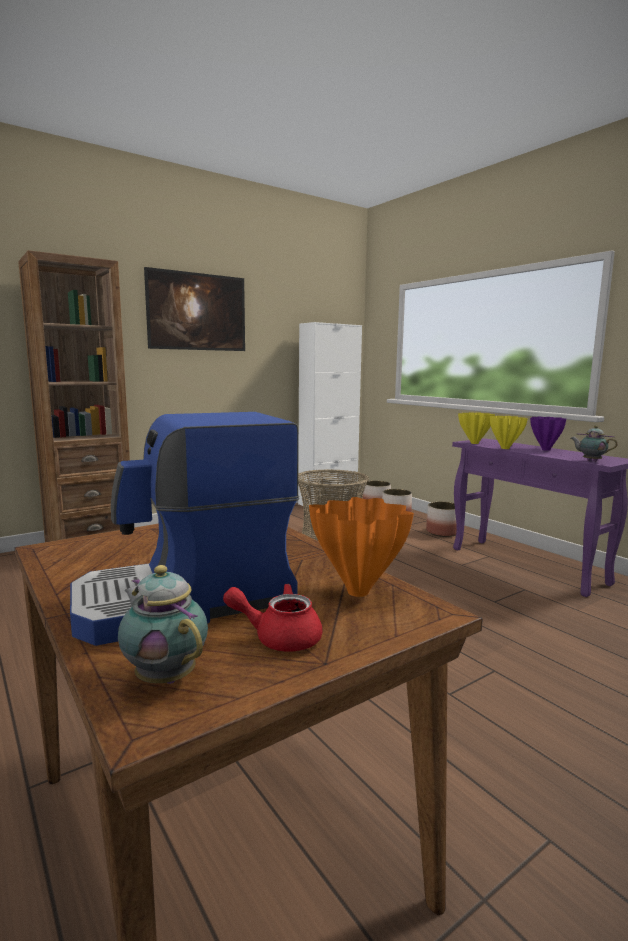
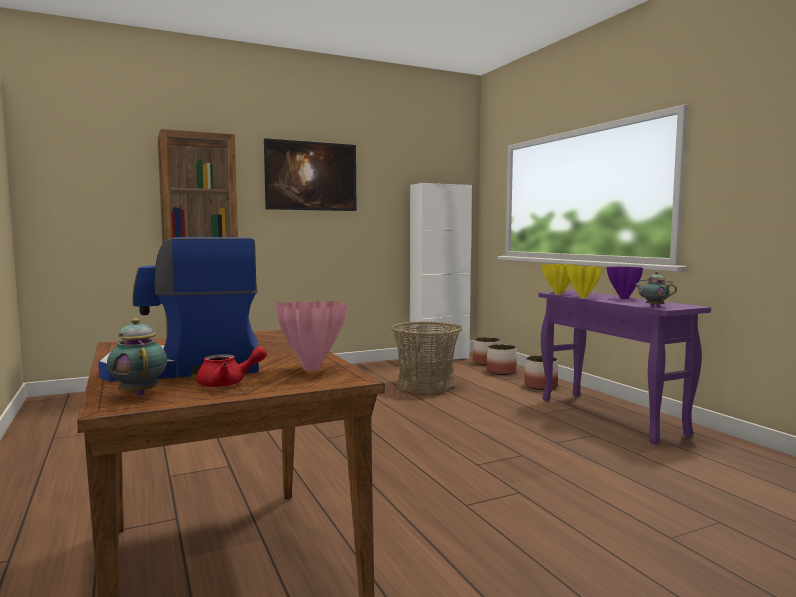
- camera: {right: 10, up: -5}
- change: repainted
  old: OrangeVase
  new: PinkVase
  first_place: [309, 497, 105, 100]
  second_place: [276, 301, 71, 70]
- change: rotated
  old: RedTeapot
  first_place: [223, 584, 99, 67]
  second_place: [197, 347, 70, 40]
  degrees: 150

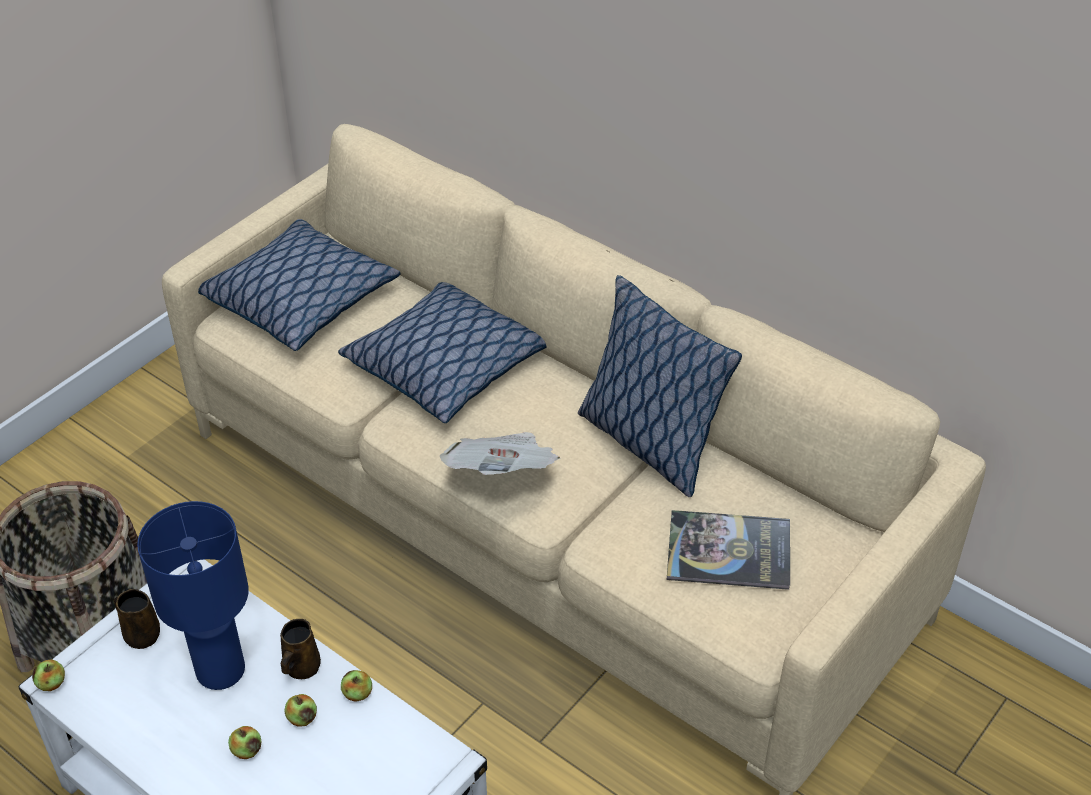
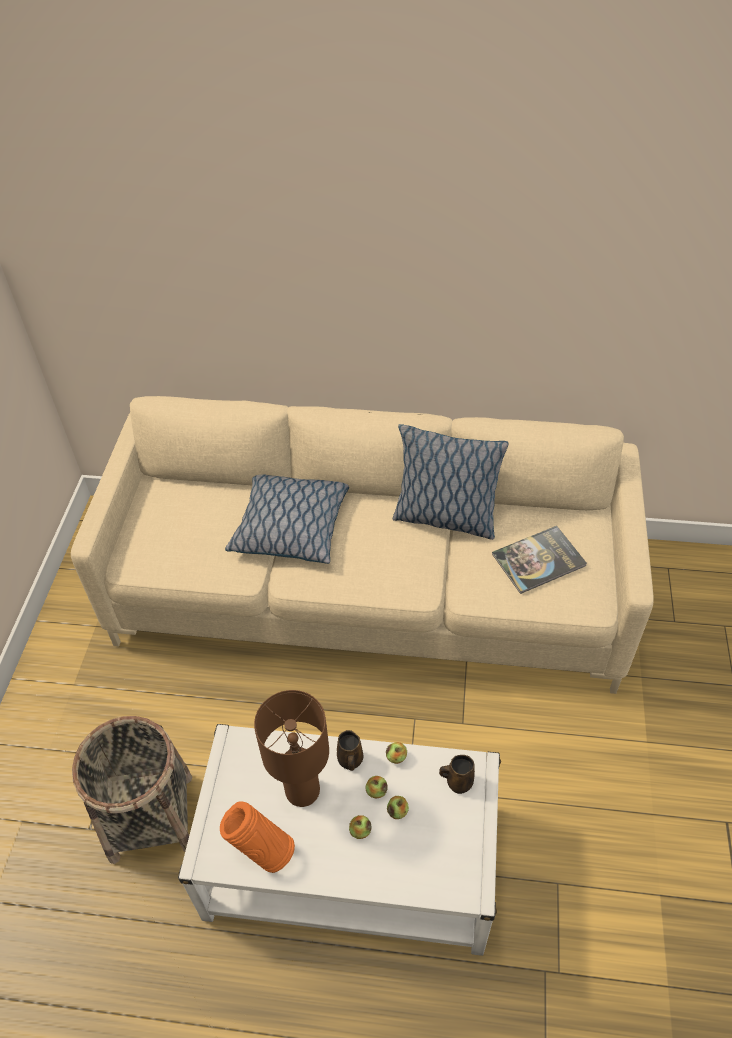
- camera: {right: -30, up: 5}
- change: gone
  old: Pillow
  first_place: [198, 219, 203, 132]
- change: gone
  old: Newspaper
  first_place: [440, 432, 120, 43]
- change: new
  new: OrangeVase
  second_place: [220, 801, 75, 72]
- change: shifted
  old: Apple
  first_place: [32, 659, 33, 32]
  second_place: [387, 796, 22, 23]
- change: shifted
  old: BrownMug
  first_place: [114, 589, 46, 60]
  second_place: [439, 755, 36, 39]
- change: repainted
  old: BlueTableLamp
  new: BrownTableLamp
  first_place: [137, 501, 112, 189]
  second_place: [254, 690, 75, 117]

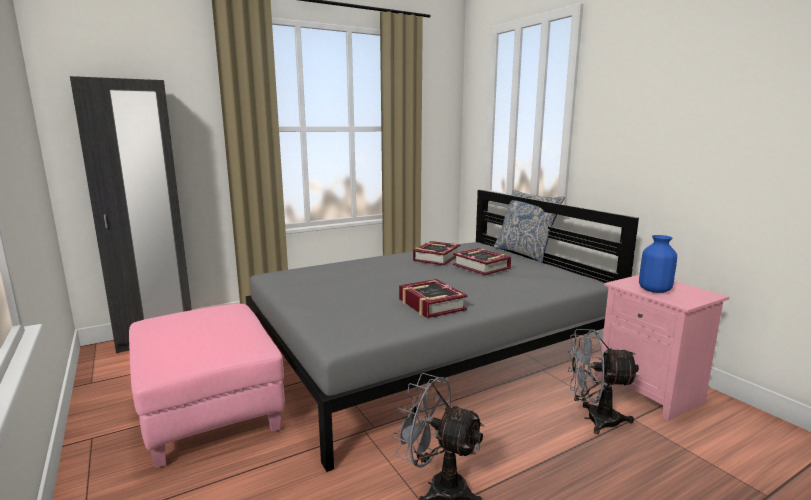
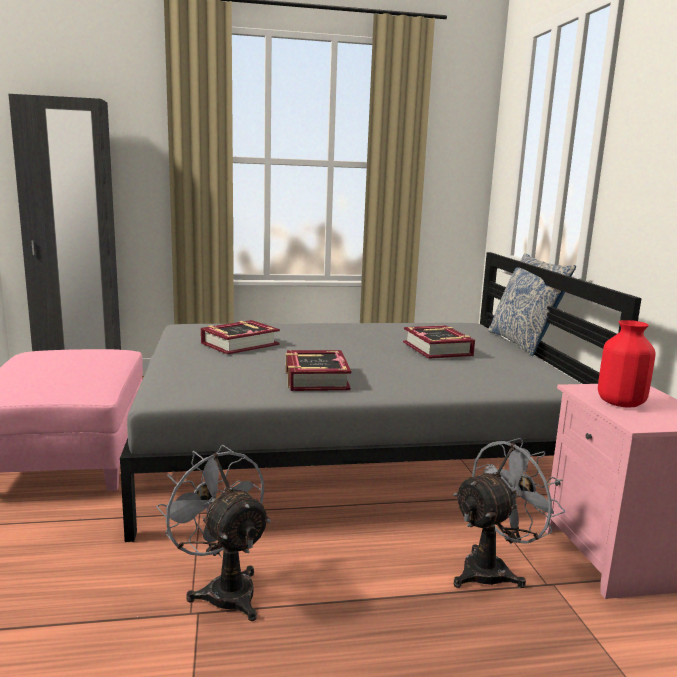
- camera: {right: 20, up: 0}
- change: shifted
  old: Book
  first_place: [413, 241, 47, 24]
  second_place: [201, 320, 79, 35]
- change: repainted
  old: BlueVase
  new: RedVase
  first_place: [639, 235, 38, 58]
  second_place: [598, 320, 58, 88]
- change: rotated
  old: GreyFan
  first_place: [568, 329, 71, 105]
  second_place: [453, 438, 112, 150]
  degrees: 120

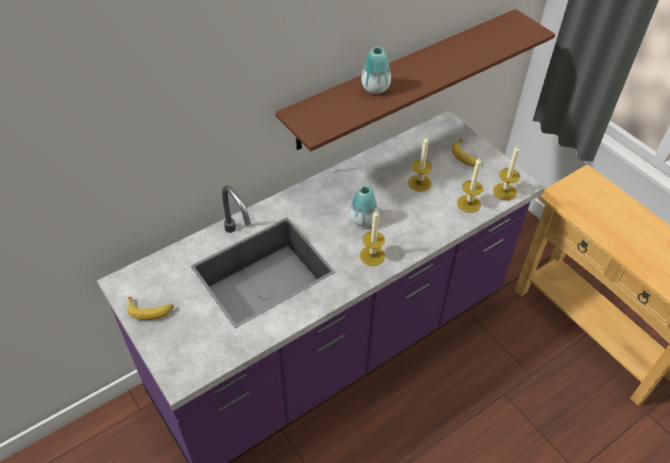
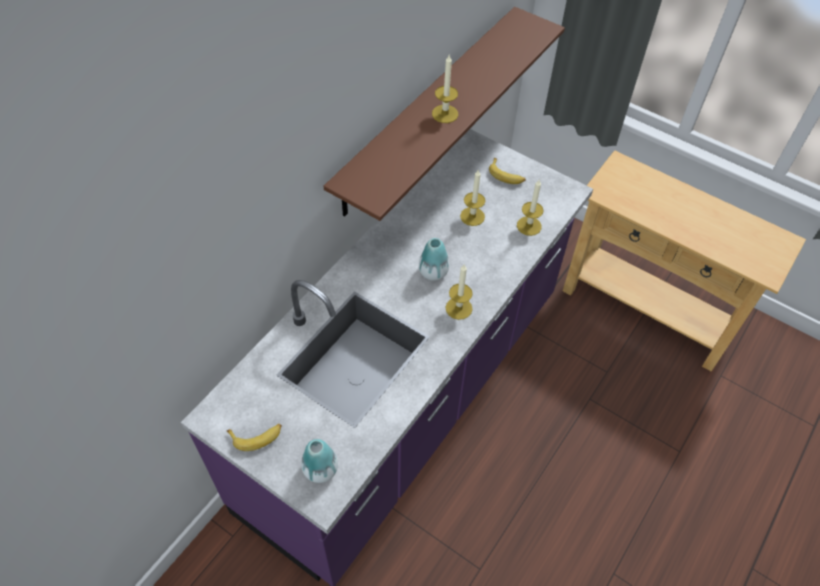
- camera: {right: -20, up: 5}
- change: shifted
  old: Vase
  first_place: [361, 47, 30, 47]
  second_place: [301, 439, 37, 44]
- change: shifted
  old: Candle
  first_place: [493, 146, 27, 54]
  second_place: [432, 55, 26, 68]

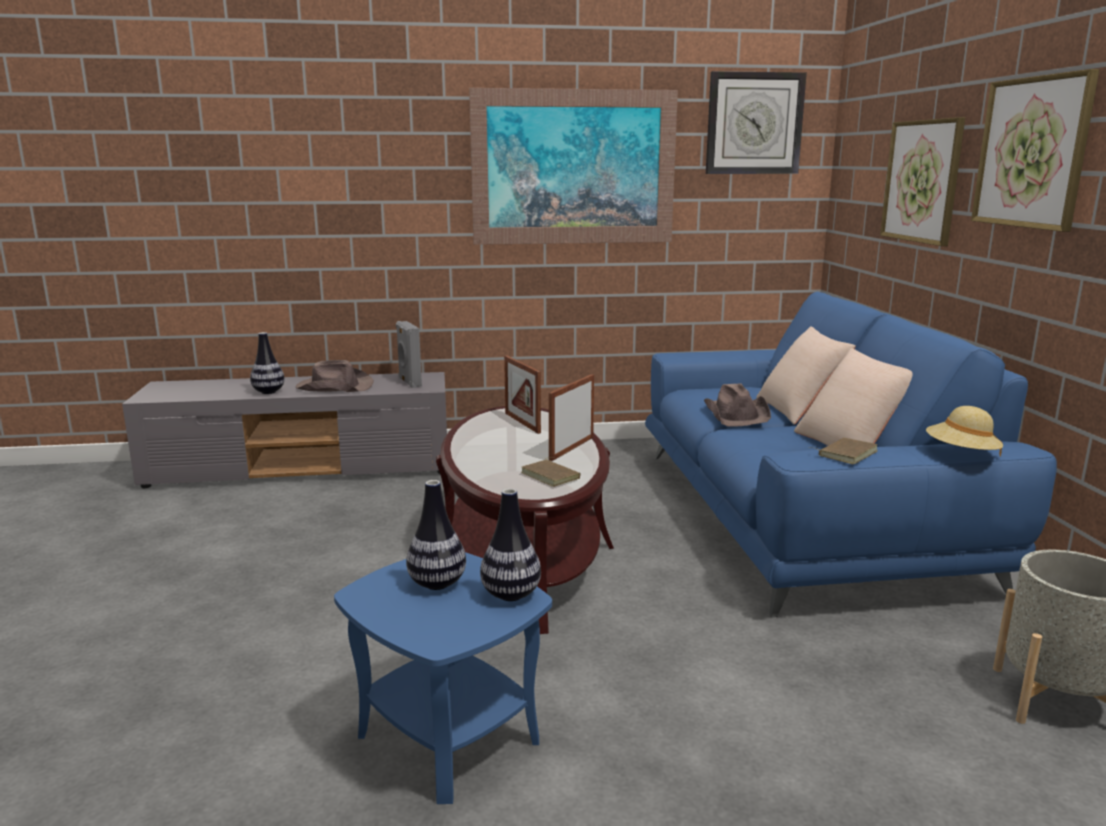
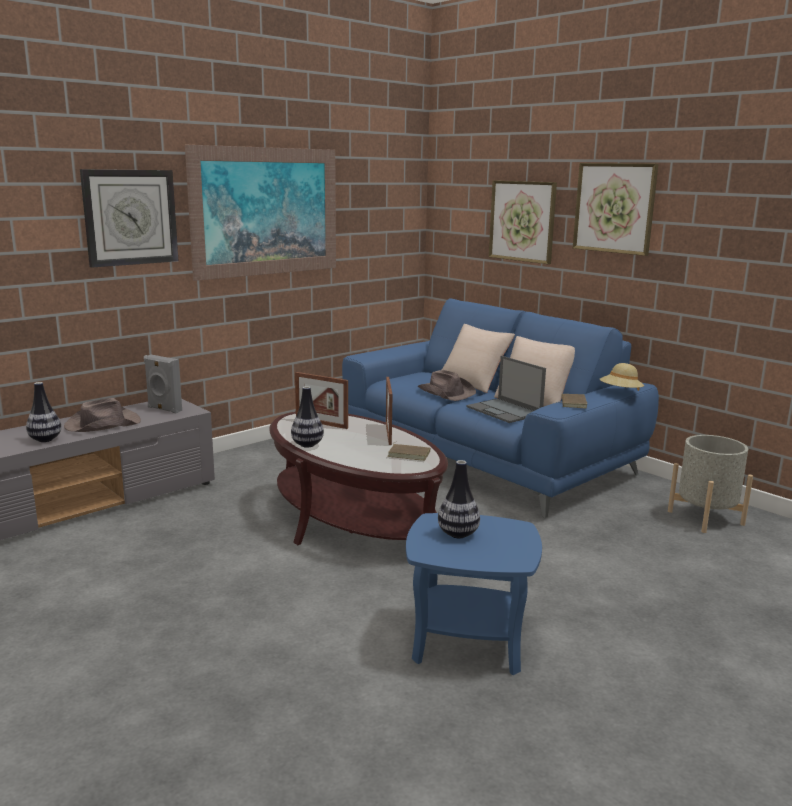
- camera: {right: -35, up: 0}
- change: new
  new: Laptop
  second_place: [467, 356, 79, 67]
- change: shifted
  old: Vase
  first_place: [480, 488, 61, 113]
  second_place: [291, 386, 33, 62]
- change: shifted
  old: WallClock
  first_place: [706, 71, 101, 103]
  second_place: [80, 169, 98, 99]

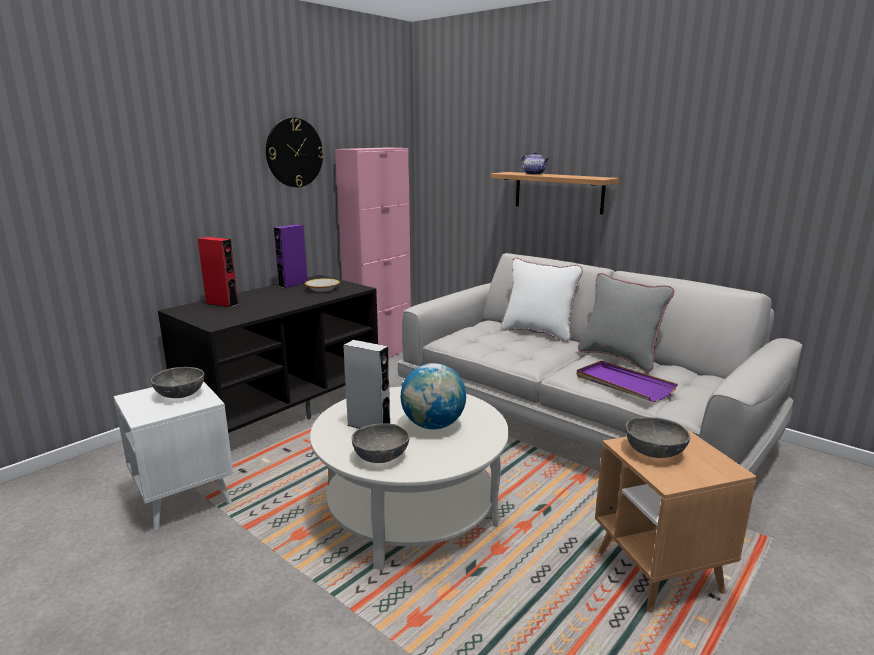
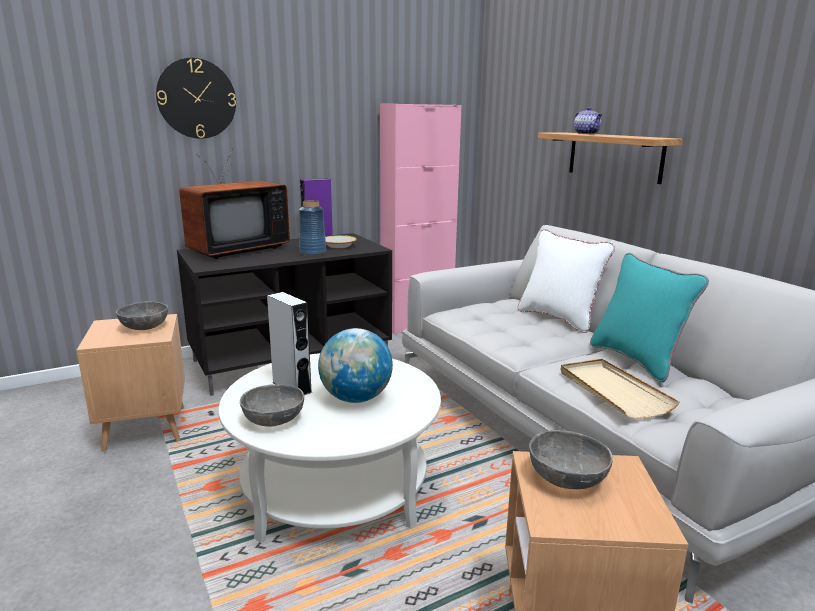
- camera: {right: 20, up: 0}
- change: new
  new: BlueVase
  second_place: [299, 200, 27, 56]
- change: shifted
  old: WallClock
  first_place: [266, 118, 58, 69]
  second_place: [156, 58, 80, 81]
- change: swapped
  old: RedSpeaker
  new: Television
  first_place: [198, 237, 40, 71]
  second_place: [179, 149, 111, 110]
- change: repainted
  old: WhiteSideTable
  new: BrownSideTable
  first_place: [114, 381, 119, 150]
  second_place: [77, 314, 108, 139]
- change: repainted
  old: PurpleTray
  new: BeigeTray
  first_place: [576, 360, 102, 42]
  second_place: [561, 359, 119, 60]
- change: repainted
  old: GreyPillow
  new: TurquoisePillow
  first_place: [578, 273, 96, 99]
  second_place: [590, 253, 119, 129]

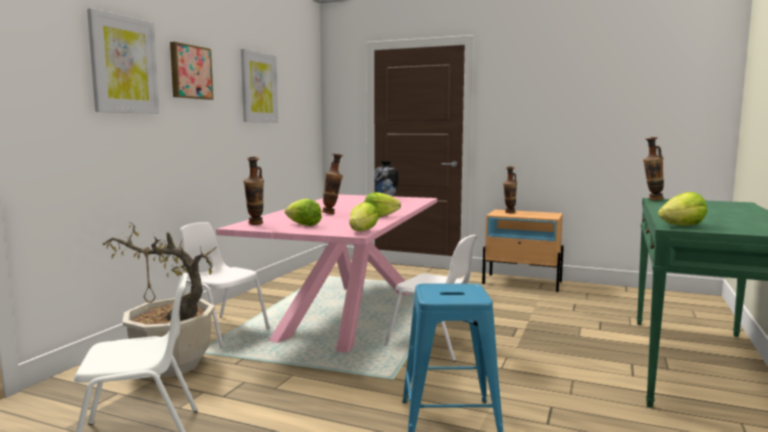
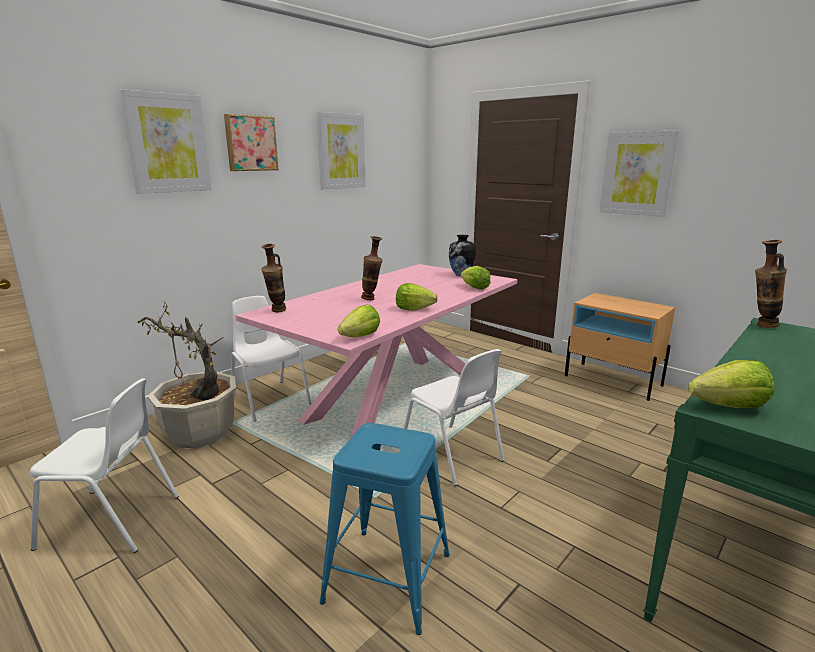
- camera: {right: 20, up: 10}
- change: gone
  old: Vase
  first_place: [503, 166, 14, 48]
- change: new
  new: Picture
  second_place: [600, 130, 79, 87]
- change: shifted
  old: Lettuce
  first_place: [285, 199, 37, 27]
  second_place: [461, 266, 29, 24]

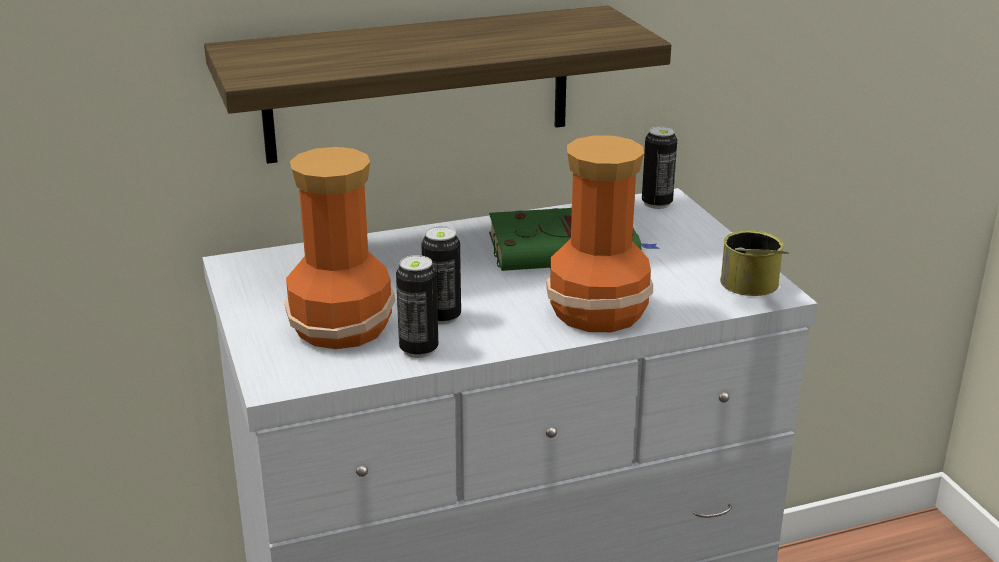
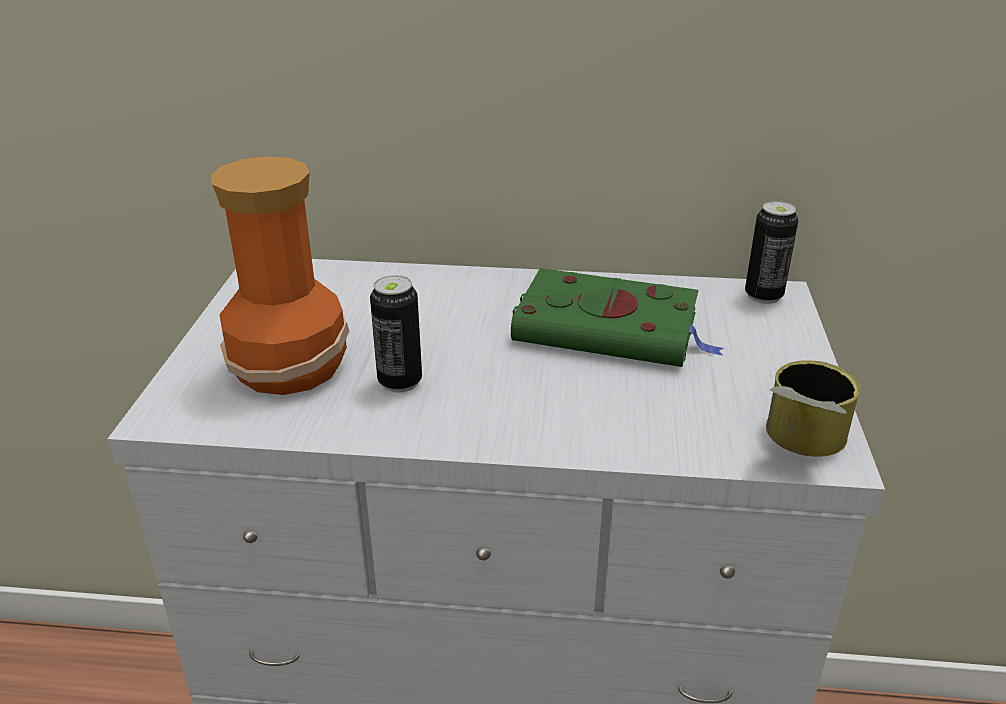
- camera: {right: 25, up: 5}
- change: gone
  old: Shelf
  first_place: [204, 5, 467, 159]
- change: gone
  old: Can
  first_place: [396, 255, 42, 103]
- change: gone
  old: Vase
  first_place: [546, 135, 107, 197]

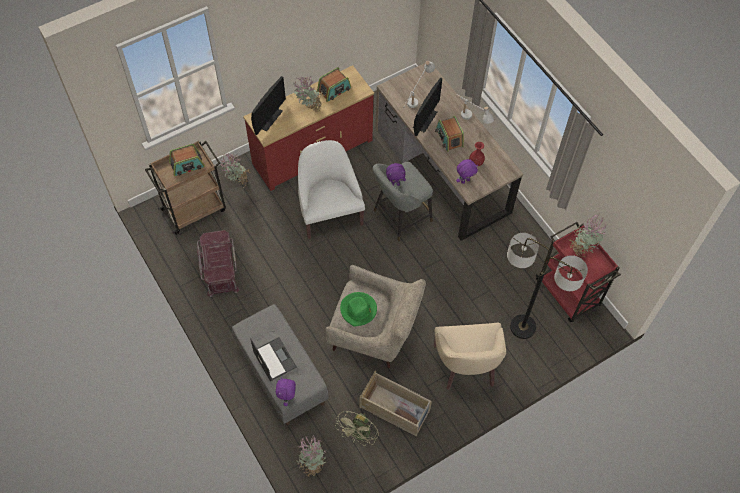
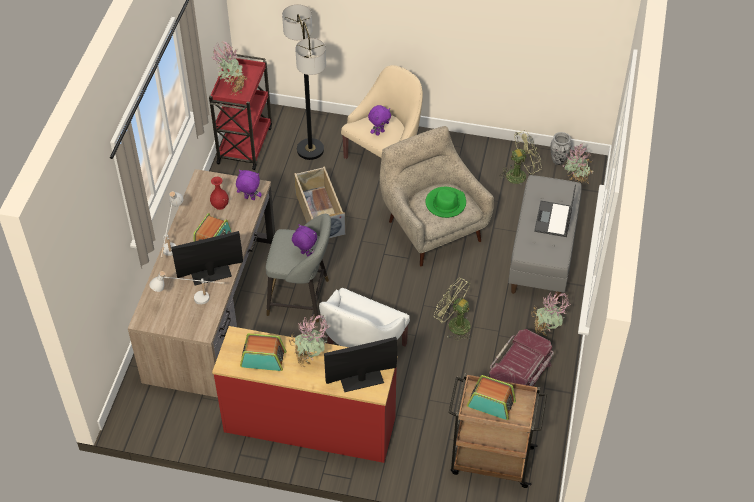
- camera: {right: -135, up: -10}
- change: new
  new: GreenFan
  second_place: [434, 278, 38, 63]
- change: new
  new: Vase
  second_place: [551, 132, 21, 33]
- change: shifted
  old: PottedPlant
  first_place: [220, 154, 31, 32]
  second_place: [531, 293, 40, 43]
- change: shifted
  old: PurplePlushToy
  first_place: [276, 377, 20, 29]
  second_place: [368, 105, 23, 31]
- change: shifted
  old: BeigeStorageBox
  first_place: [360, 371, 72, 65]
  second_place: [294, 166, 52, 72]

